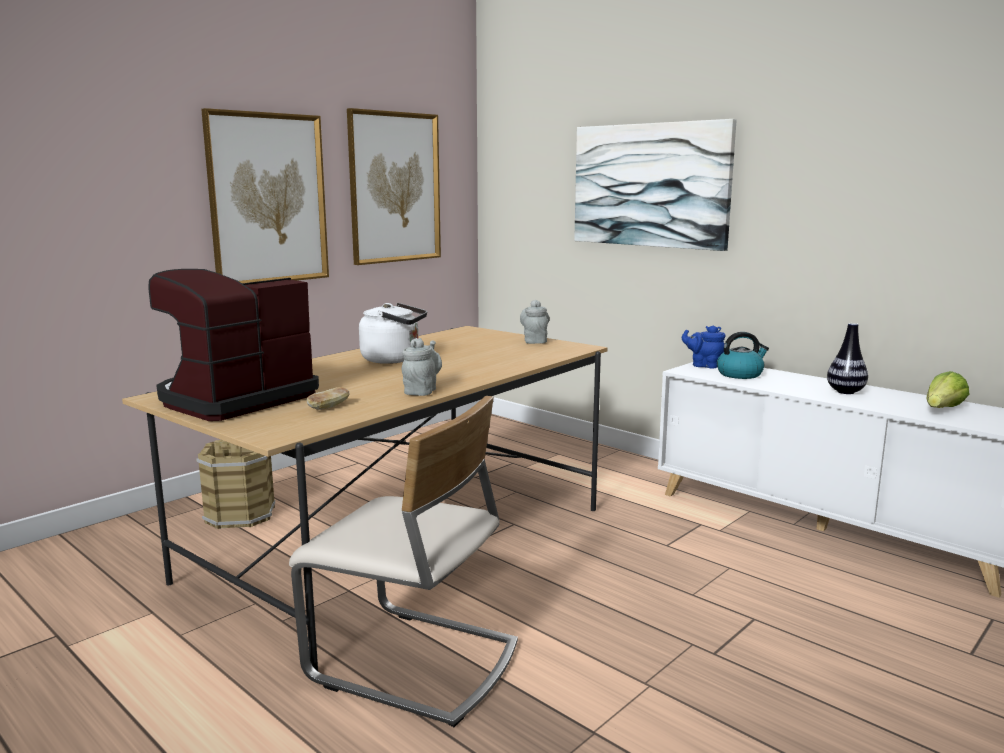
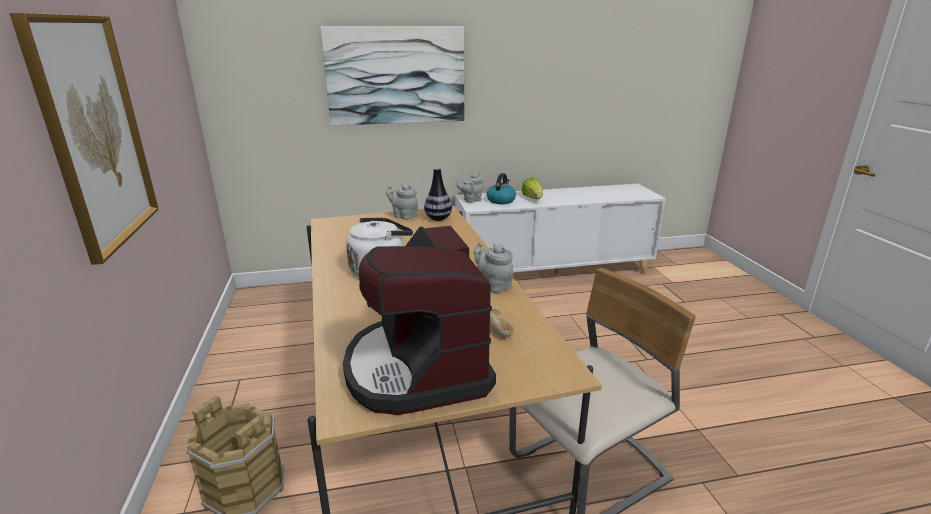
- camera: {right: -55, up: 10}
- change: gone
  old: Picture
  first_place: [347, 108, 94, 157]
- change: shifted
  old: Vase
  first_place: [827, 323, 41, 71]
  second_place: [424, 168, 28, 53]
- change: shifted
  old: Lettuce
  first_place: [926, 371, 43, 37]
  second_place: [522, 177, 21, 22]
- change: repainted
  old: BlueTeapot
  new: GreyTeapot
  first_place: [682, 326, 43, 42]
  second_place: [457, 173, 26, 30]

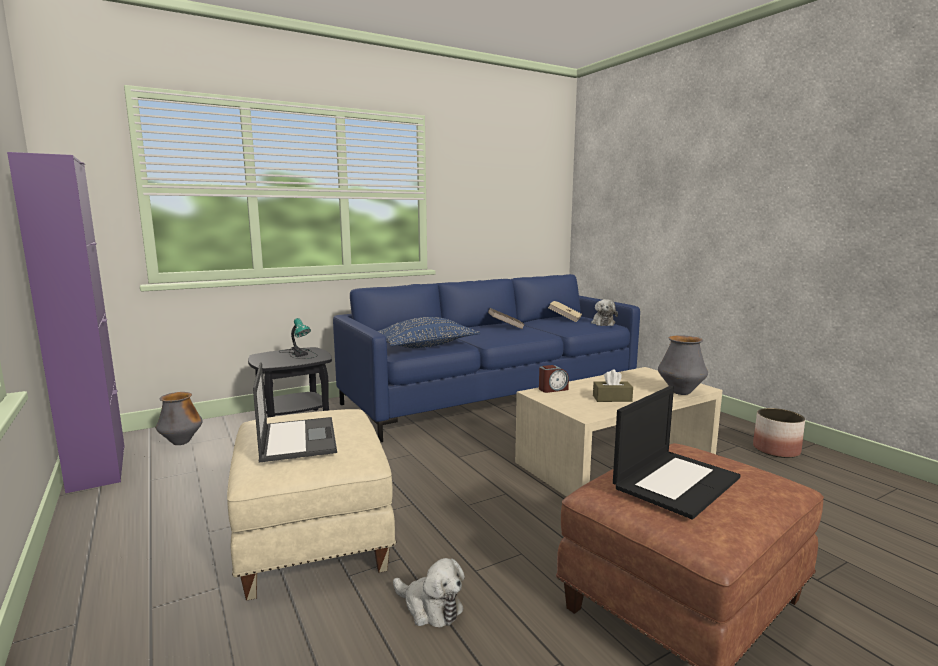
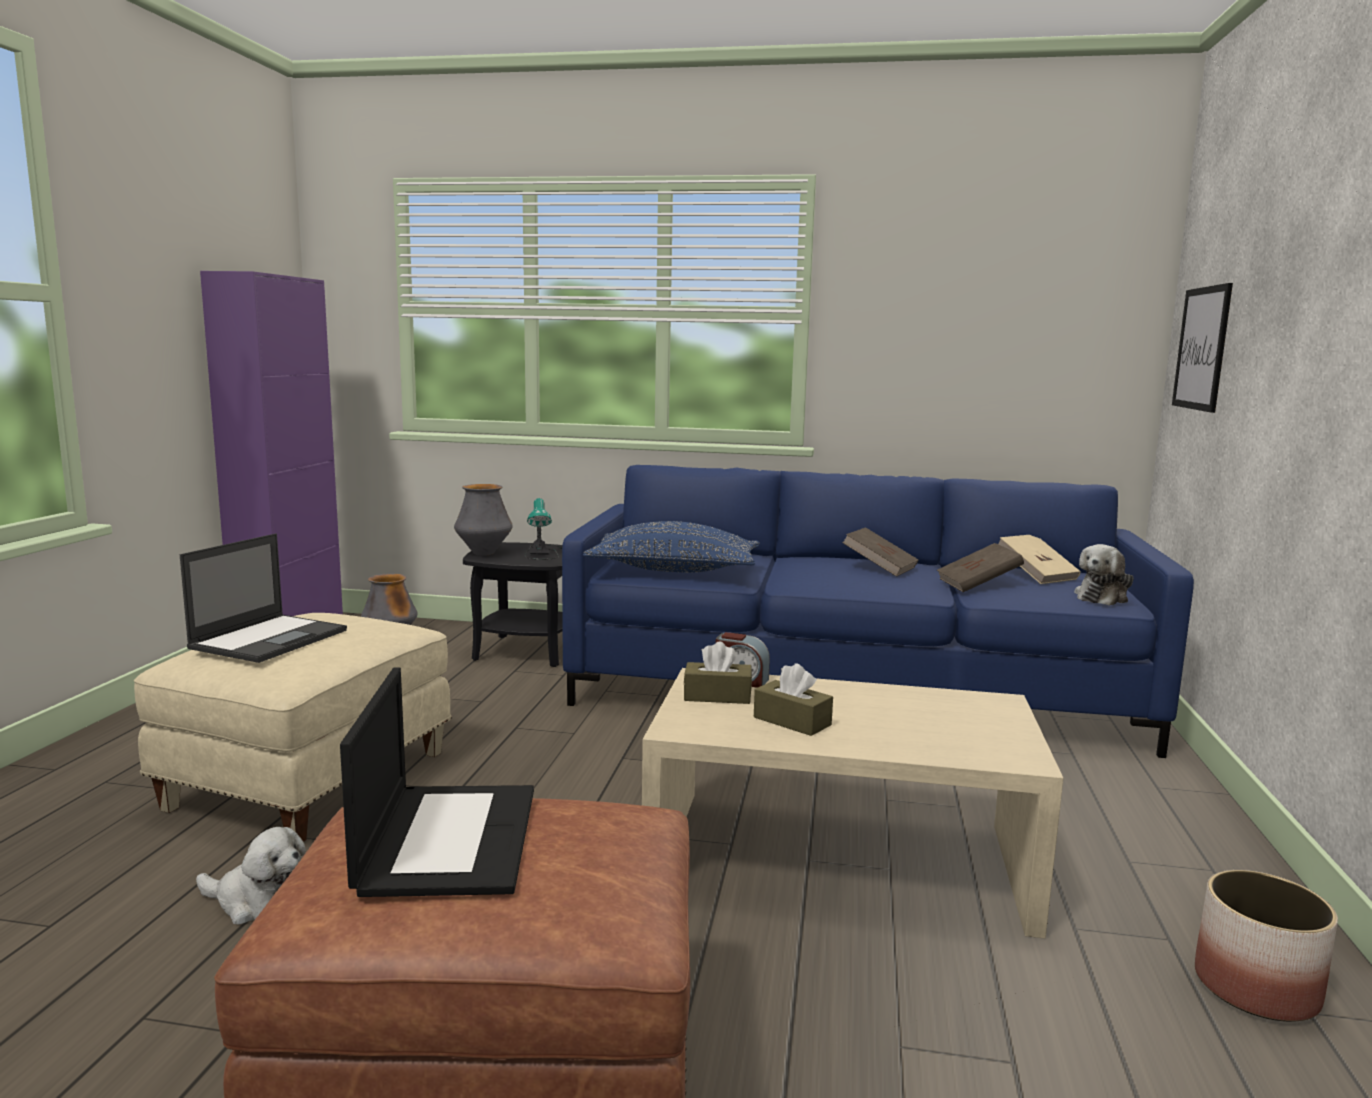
- camera: {right: 40, up: 0}
- change: new
  new: BrownTissueBox
  second_place: [684, 641, 68, 63]
- change: new
  new: BrownBook
  second_place: [937, 543, 87, 49]
- change: new
  new: Picture
  second_place: [1172, 283, 61, 130]
- change: shifted
  old: Vase
  first_place: [658, 335, 50, 60]
  second_place: [454, 484, 59, 72]
- change: rotated
  old: PlushToy
  first_place: [393, 558, 72, 70]
  second_place: [196, 827, 110, 98]
  degrees: -60
- change: rotated
  old: Laptop
  first_place: [613, 386, 128, 133]
  second_place: [340, 667, 194, 230]
  degrees: -90

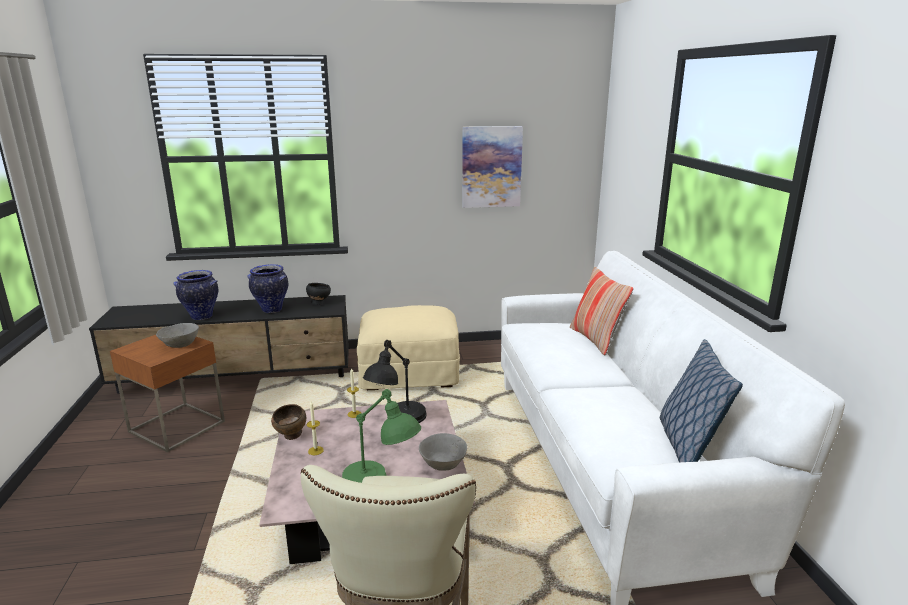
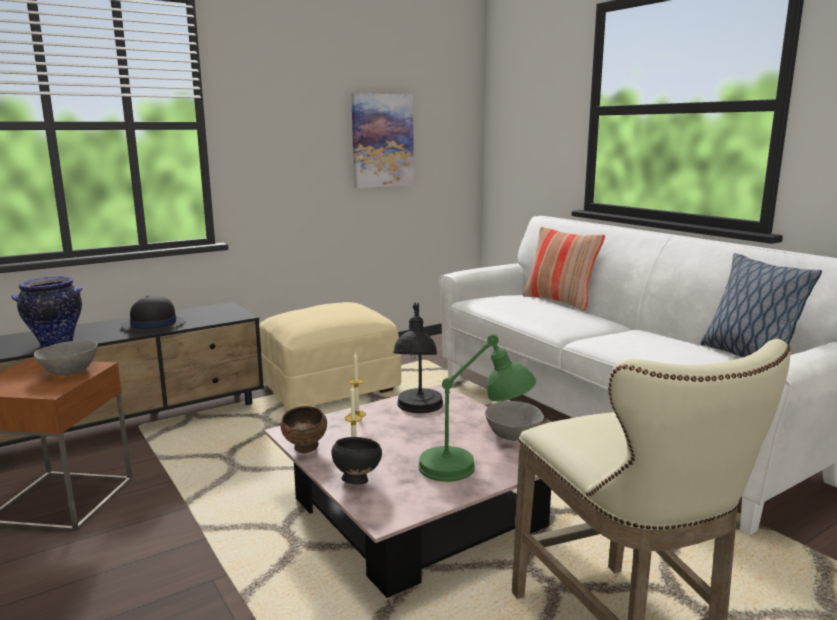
- camera: {right: -25, up: -5}
- change: shifted
  old: BlackBowl
  first_place: [306, 283, 25, 22]
  second_place: [331, 437, 51, 48]
- change: swapped
  old: Vase
  new: BlackHat
  first_place: [248, 264, 40, 49]
  second_place: [121, 296, 64, 36]

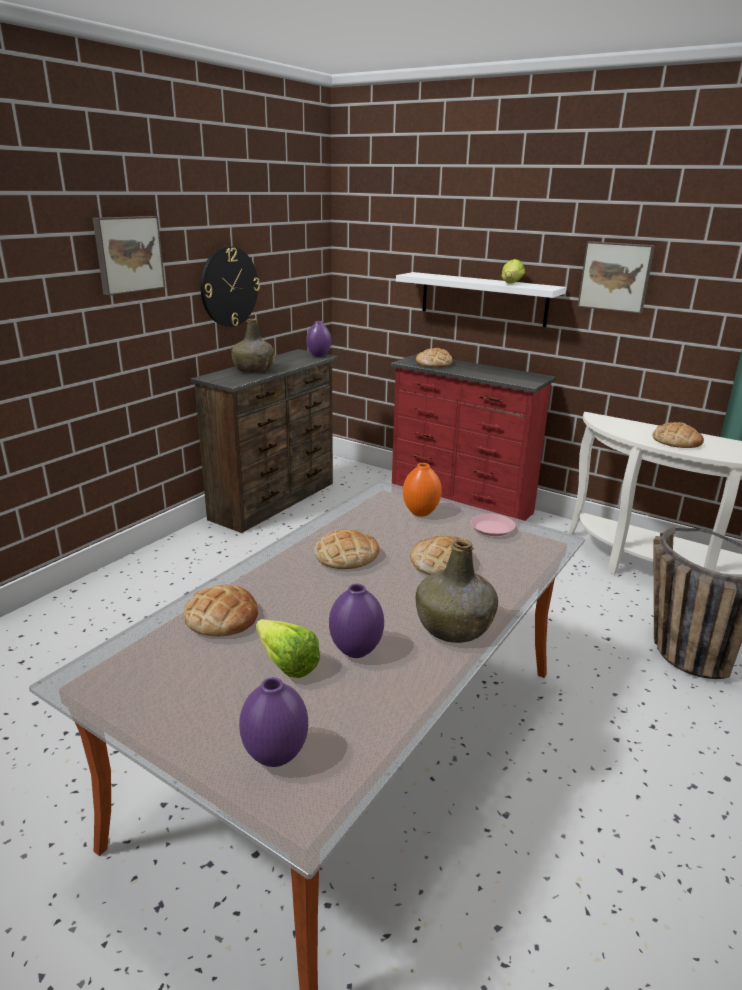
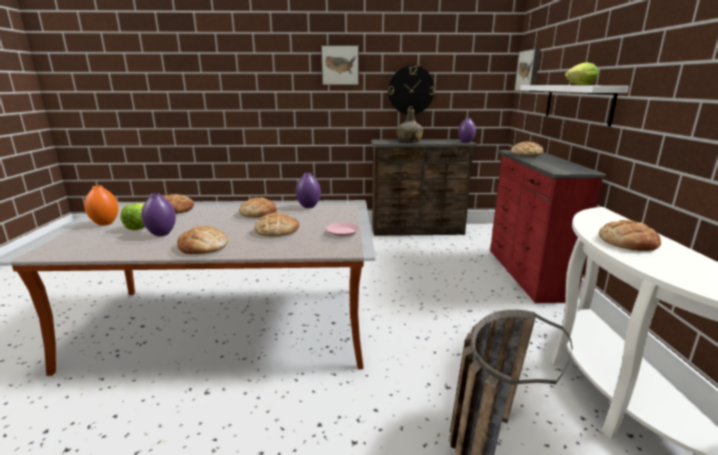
- camera: {right: 55, up: -5}
- change: shifted
  old: PurpleVase
  first_place: [239, 677, 69, 90]
  second_place: [295, 173, 26, 35]
- change: shifted
  old: OrangeVase
  first_place: [403, 463, 39, 54]
  second_place: [84, 185, 35, 41]
- change: shifted
  old: Picture
  first_place: [578, 241, 77, 73]
  second_place: [514, 48, 27, 44]
- change: swapped
  old: GreenBottle
  new: Bread
  first_place: [416, 539, 82, 104]
  second_place: [177, 226, 51, 28]

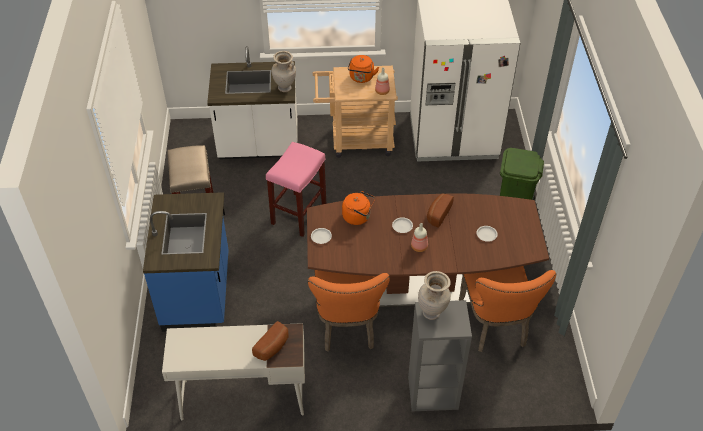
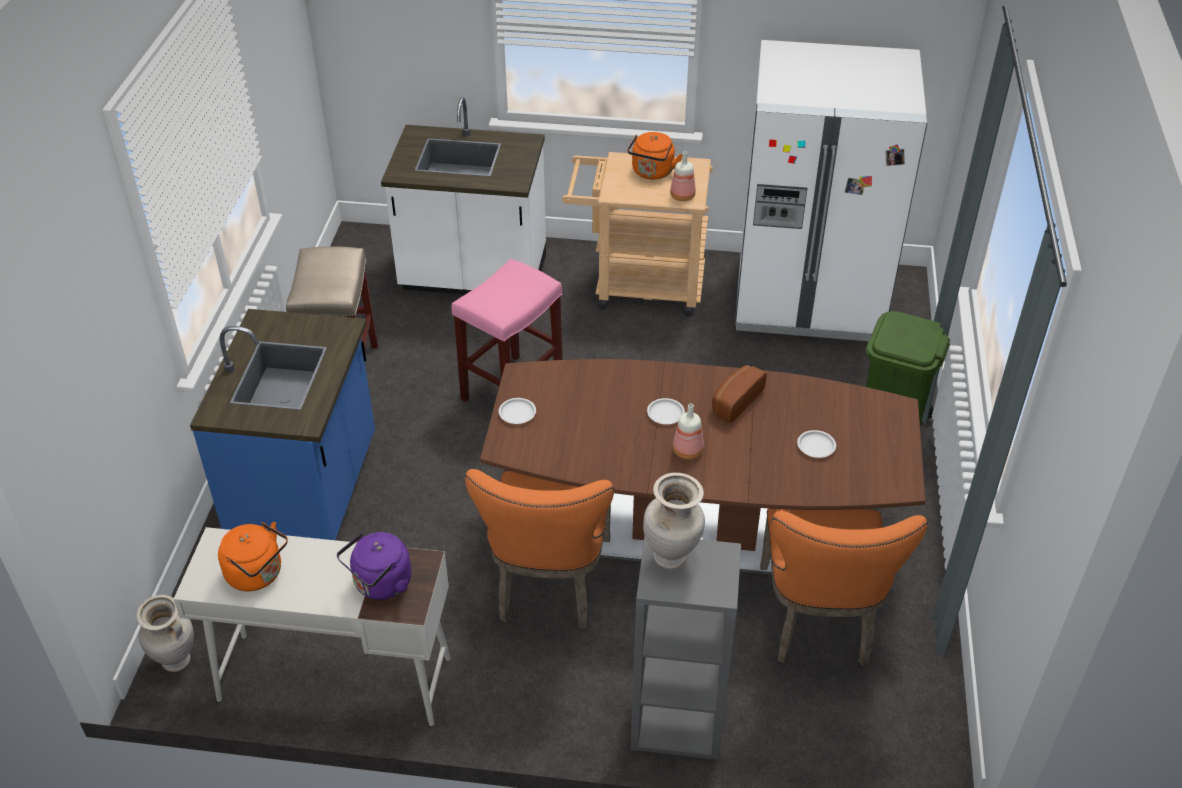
- camera: {right: 10, up: -5}
- change: shifted
  old: BeigeVase
  first_place: [272, 51, 24, 41]
  second_place: [136, 595, 58, 77]
- change: shifted
  old: OrangeKettle
  first_place: [342, 191, 33, 34]
  second_place: [218, 522, 70, 69]
- change: swapped
  old: Bread
  new: PurpleKettle
  first_place: [252, 321, 37, 40]
  second_place: [337, 532, 74, 68]

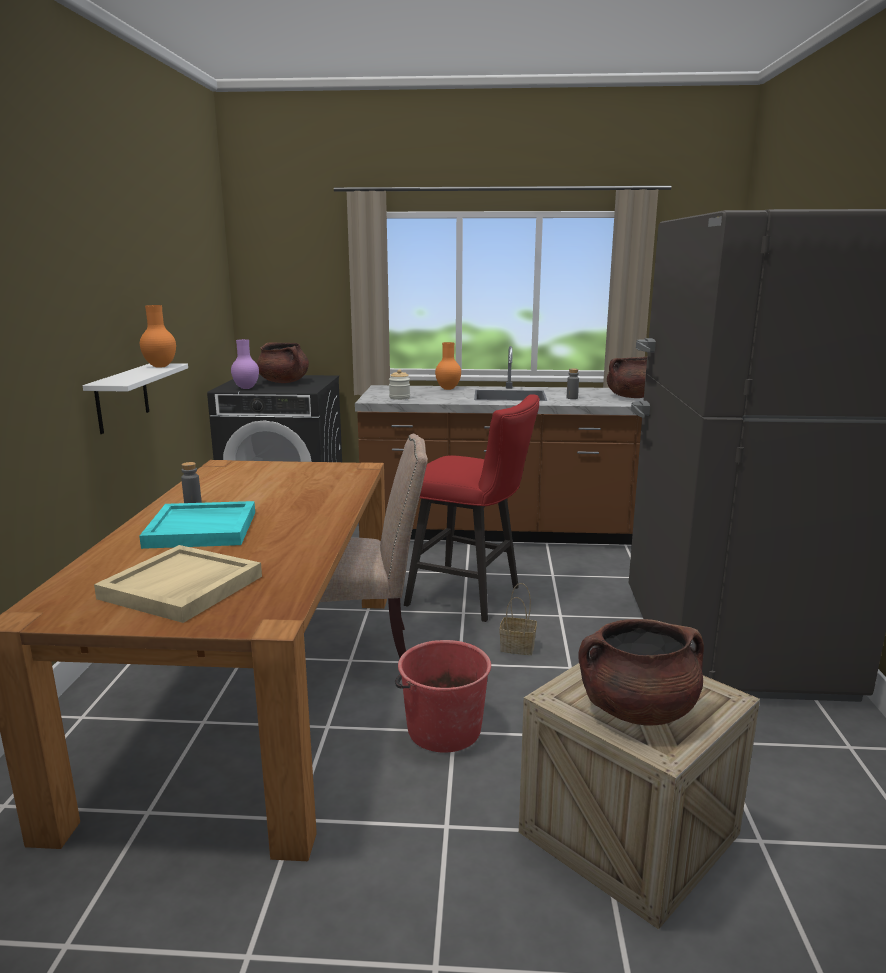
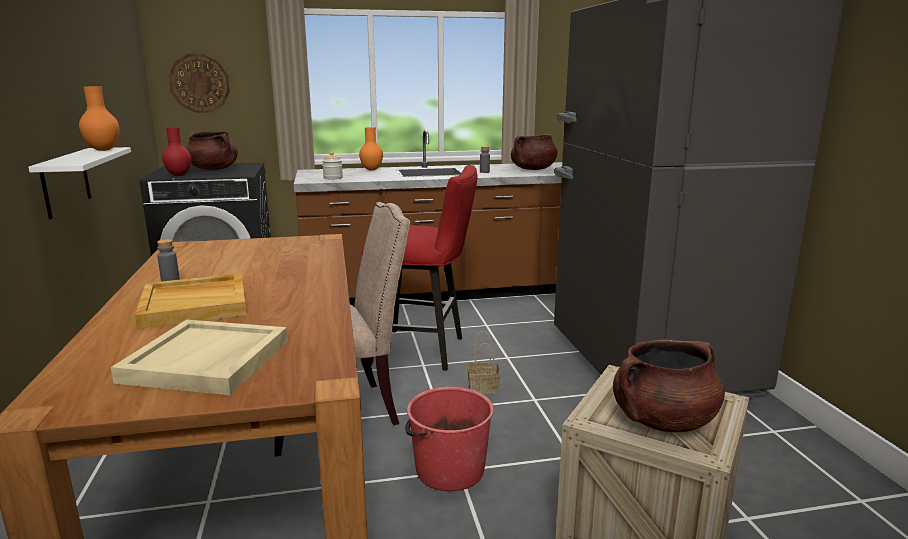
- camera: {right: -15, up: 0}
- change: new
  new: WallClock
  second_place: [168, 54, 62, 59]
- change: repainted
  old: TurquoiseTray
  new: BeigeTray
  first_place: [139, 501, 116, 48]
  second_place: [135, 273, 112, 56]
- change: repainted
  old: PurpleVase
  new: RedVase
  first_place: [231, 339, 28, 50]
  second_place: [162, 128, 29, 48]

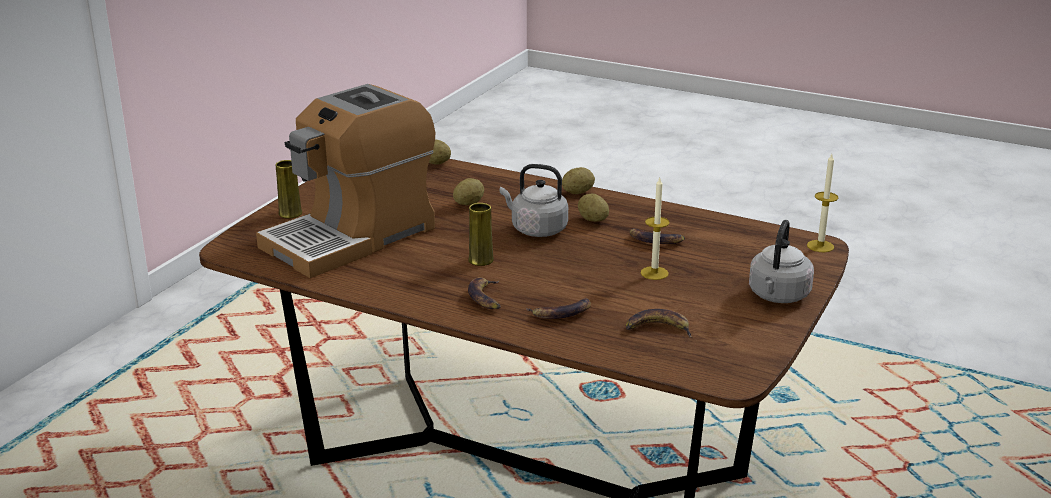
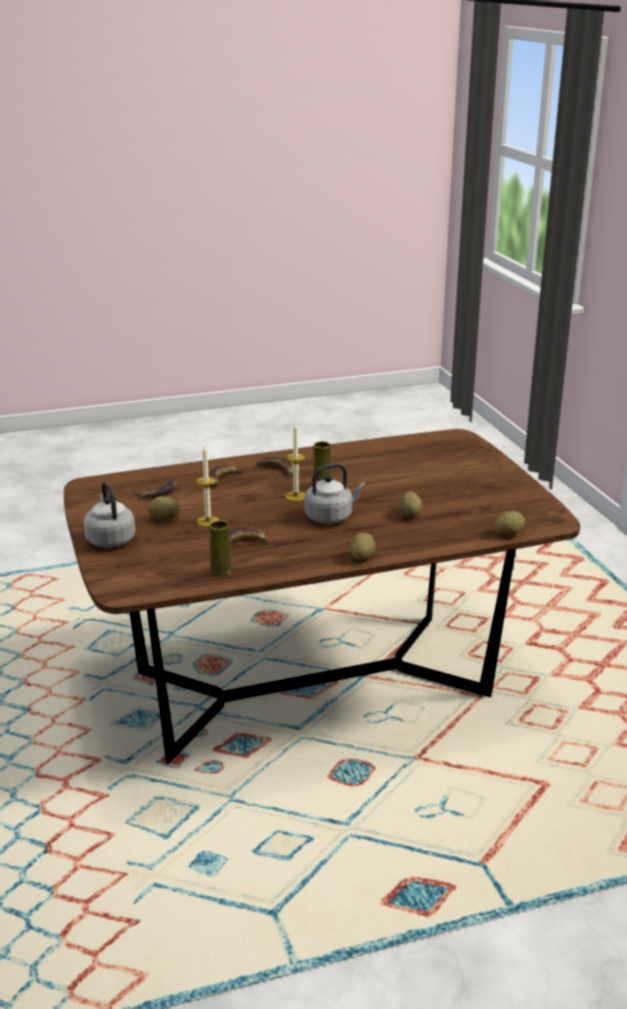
- camera: {right: 135, up: 0}
- change: gone
  old: CoffeeMachine
  first_place: [256, 84, 179, 194]
- change: shifted
  old: YellowVase
  first_place: [276, 160, 26, 58]
  second_place: [209, 520, 23, 56]
- change: shifted
  old: Potato
  first_place: [578, 194, 31, 28]
  second_place: [148, 497, 32, 23]
- change: shifted
  old: Candle
  first_place: [807, 154, 32, 98]
  second_place: [285, 422, 20, 79]

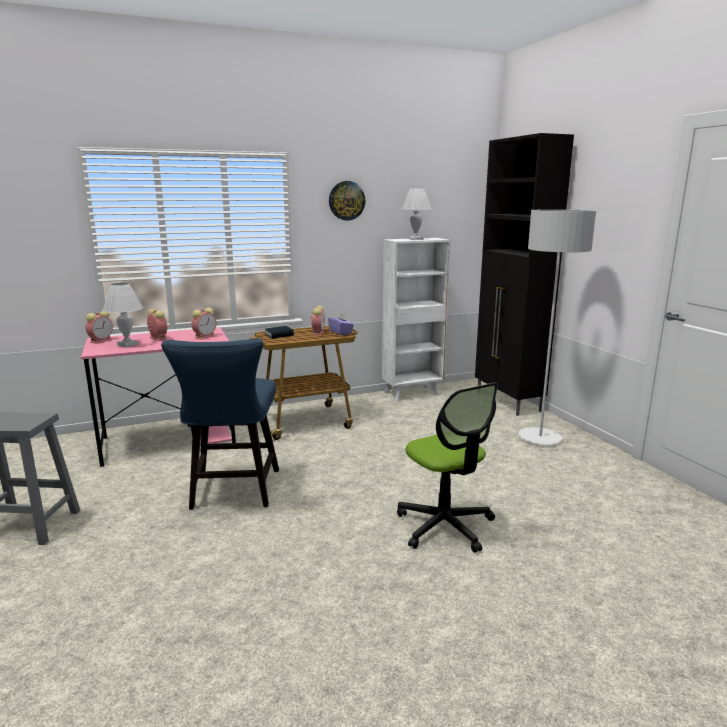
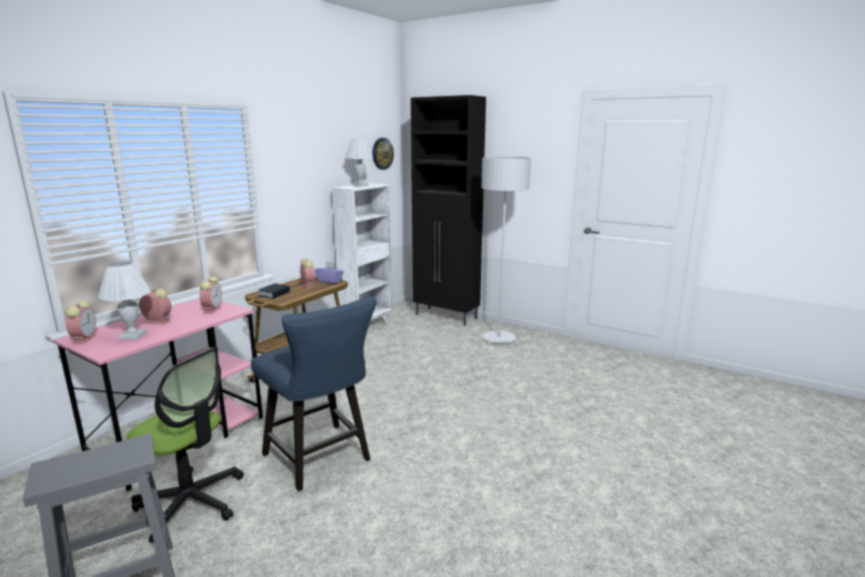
- camera: {right: -35, up: 0}
- change: shifted
  old: WallClock
  first_place: [329, 181, 36, 40]
  second_place: [372, 138, 22, 32]
- change: shifted
  old: OfficeChair
  first_place: [397, 382, 101, 171]
  second_place: [127, 347, 117, 196]

